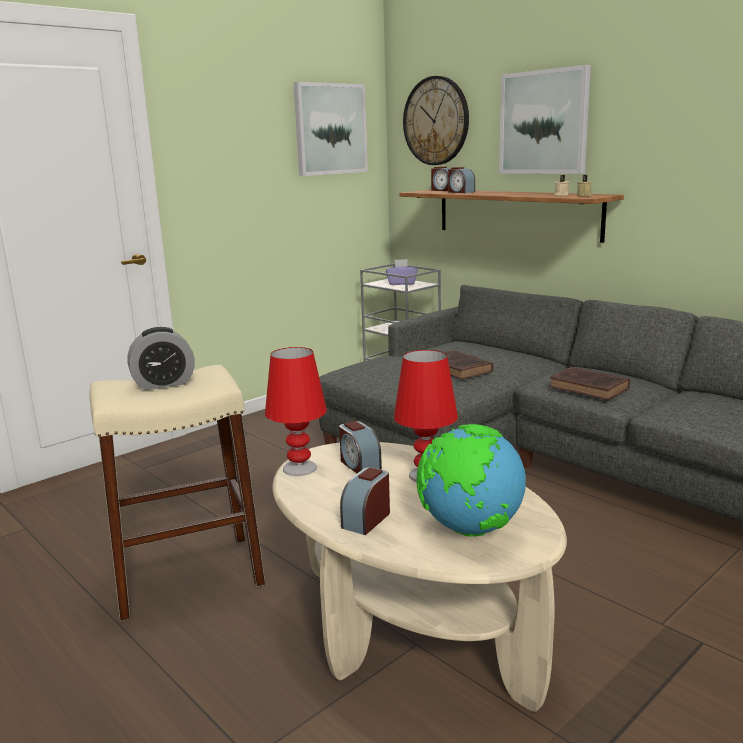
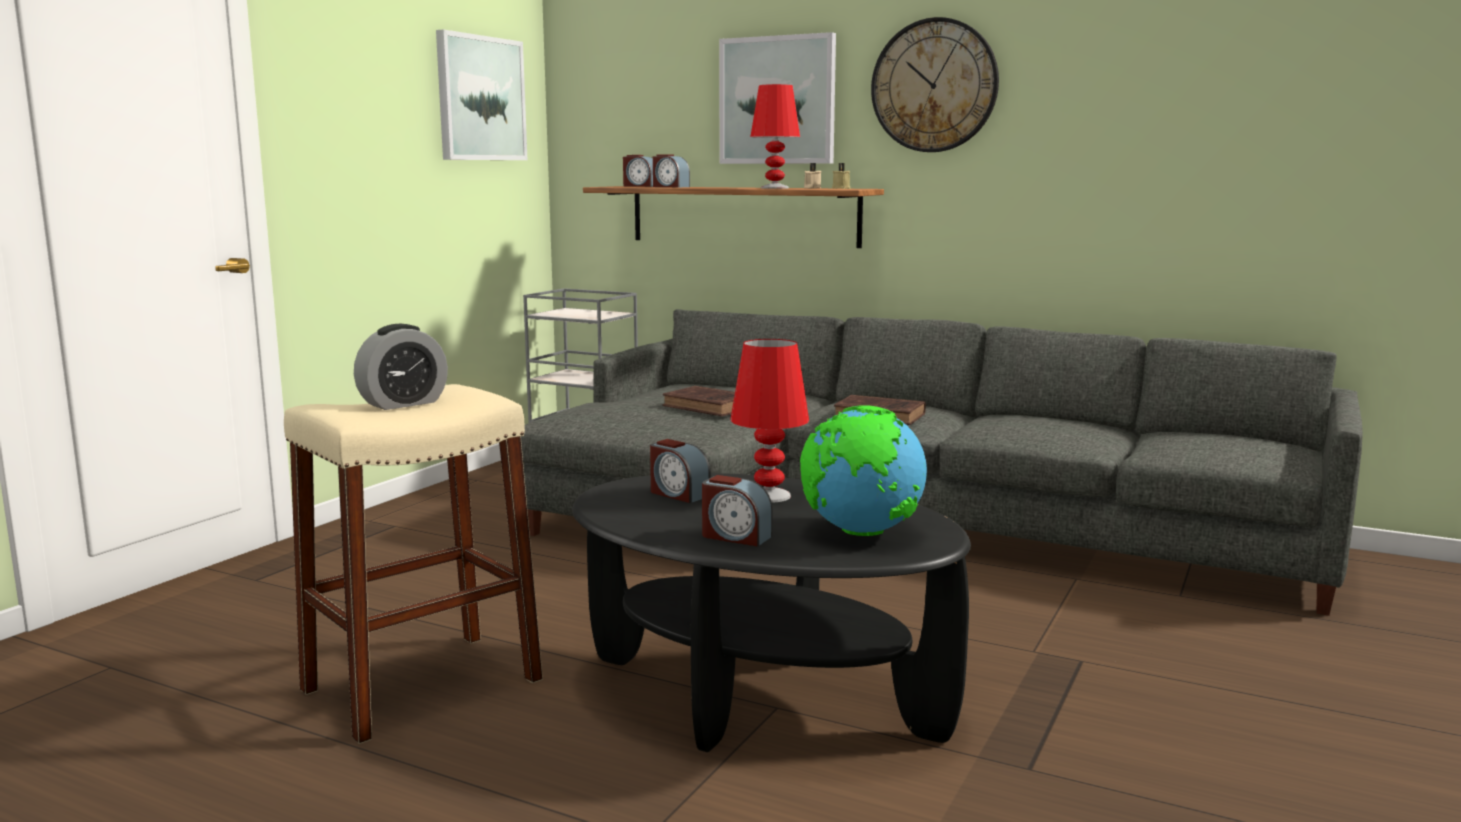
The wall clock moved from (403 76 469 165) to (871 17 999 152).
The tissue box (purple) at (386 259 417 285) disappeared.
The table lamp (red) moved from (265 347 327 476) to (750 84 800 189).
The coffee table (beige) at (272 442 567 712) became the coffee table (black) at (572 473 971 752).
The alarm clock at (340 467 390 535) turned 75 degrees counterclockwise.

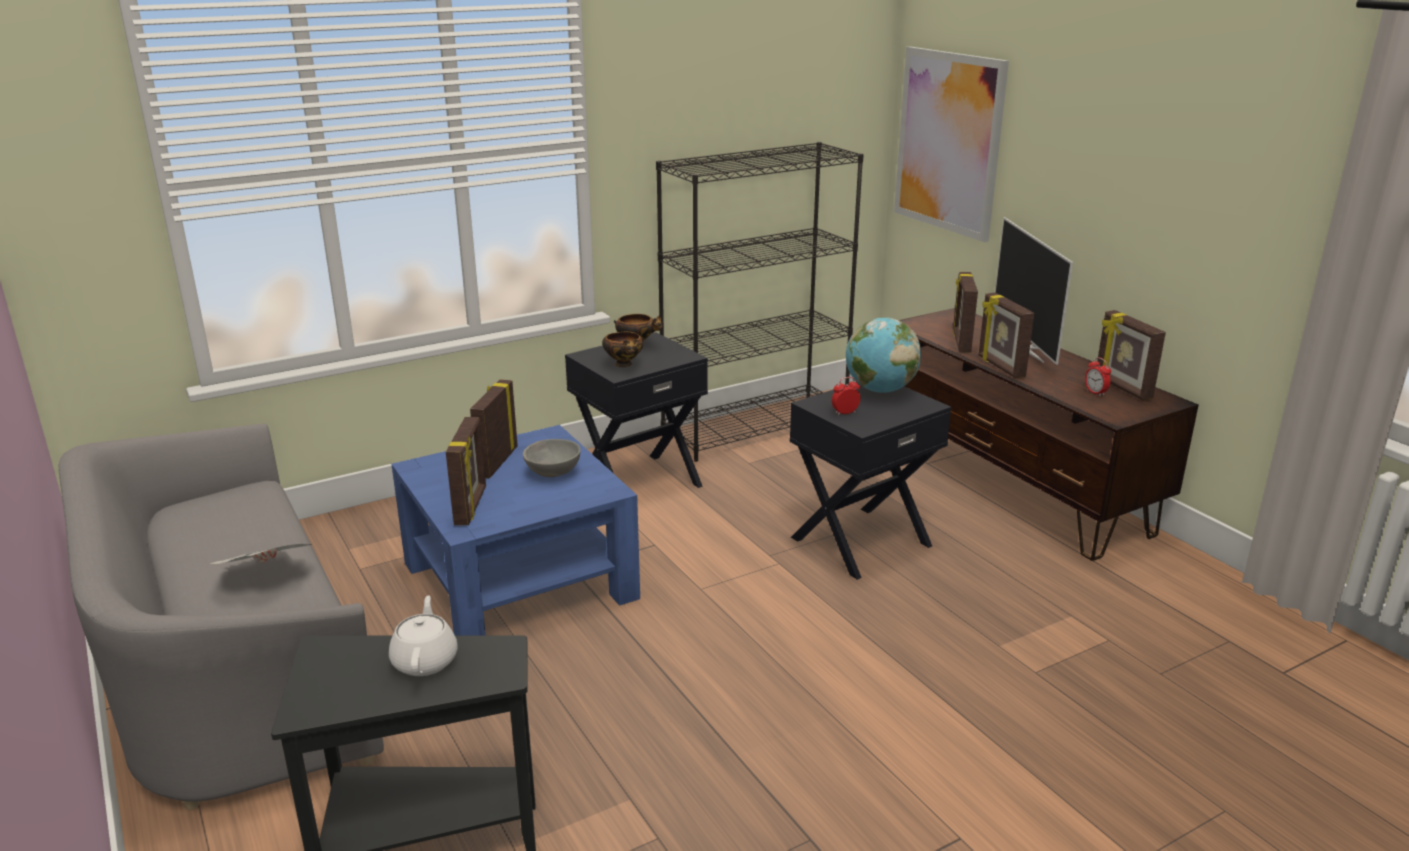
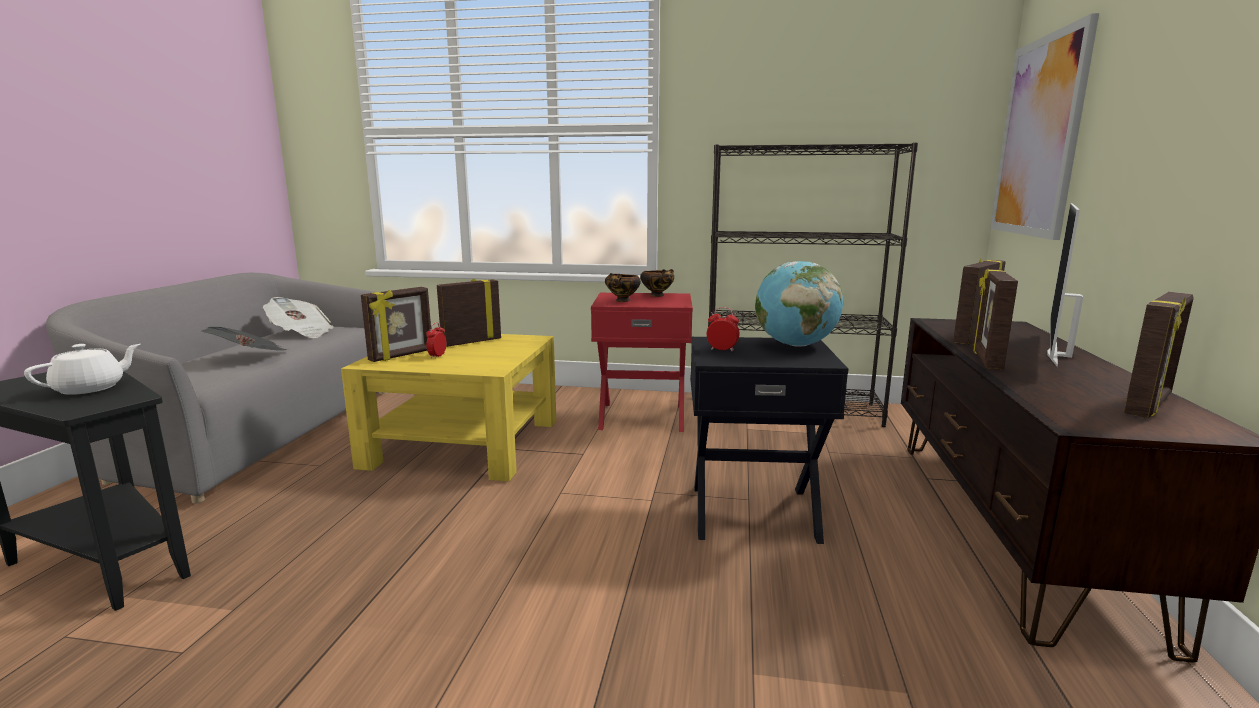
The picture frame at (1097 310 1166 401) turned 150 degrees counterclockwise.
The side table (black) at (565 332 708 488) became the side table (red) at (591 293 693 432).
The alarm clock moved from (1085 357 1111 396) to (426 322 447 359).
The coffee table (blue) at (391 425 640 636) became the coffee table (yellow) at (341 334 556 482).
The bowl (grey) at (523 439 581 477) disappeared.
The newspaper at (263 297 334 338) appeared.

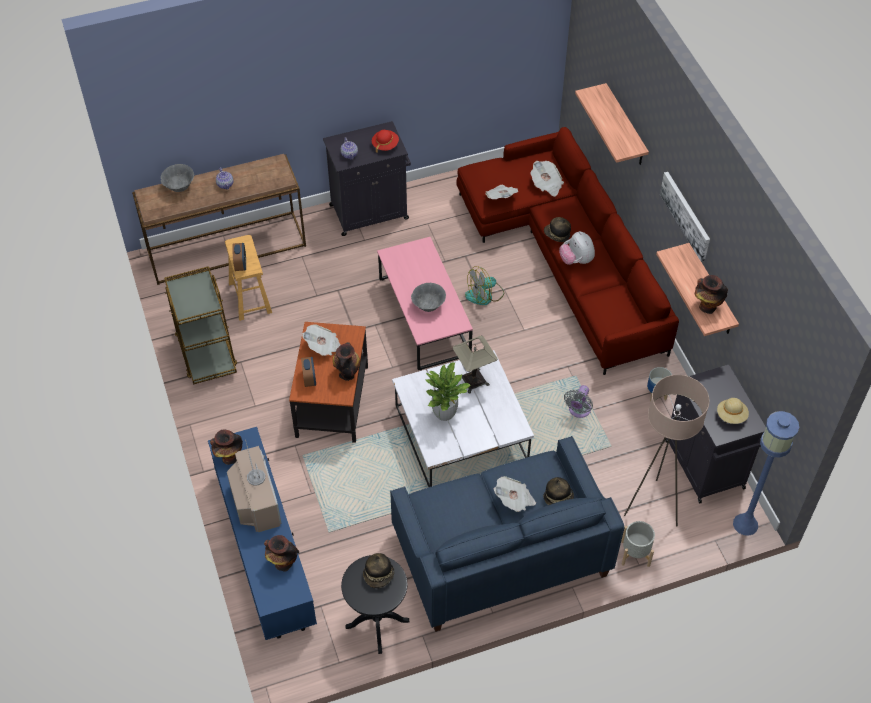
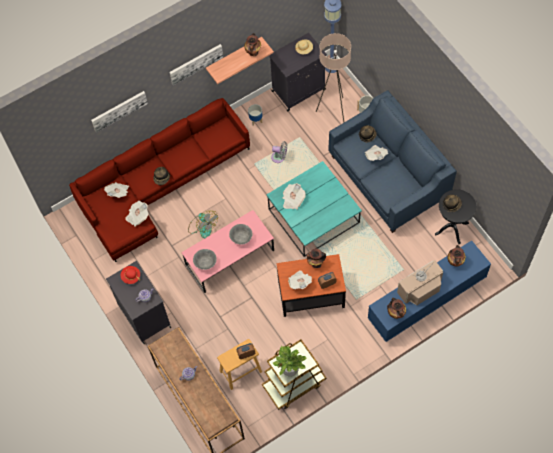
The shelf at (575 83 649 165) was replaced by the picture at (91 91 148 132).
The bowl (grey) moved from (161 164 194 192) to (193 249 217 270).
The plush toy at (559 231 595 265) disappeared.
The table lamp at (453 336 498 394) was replaced by the newspaper at (283 183 306 210).
The coffee table (white) at (392 350 534 487) became the coffee table (turquoise) at (267 161 362 257).
The potted plant moved from (425 362 471 421) to (273 346 307 377).

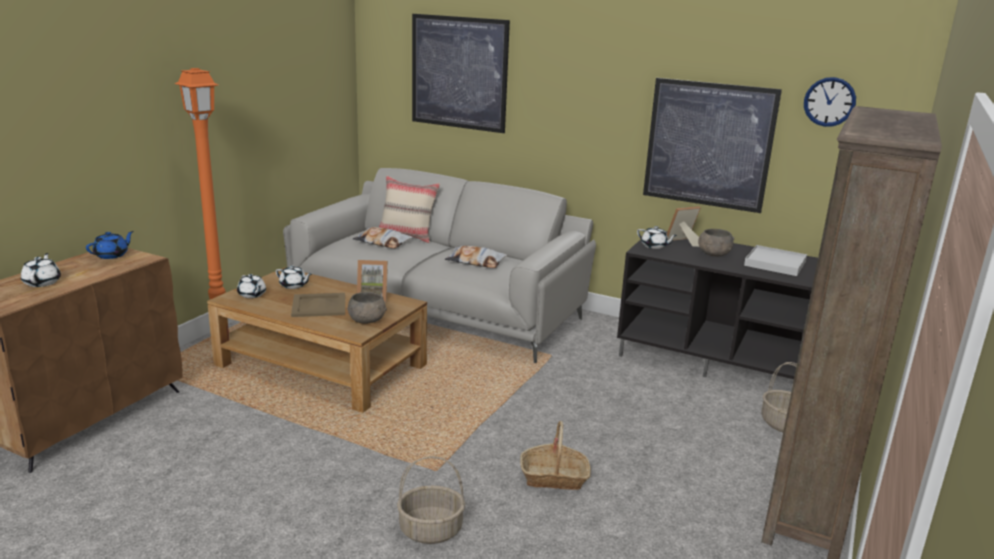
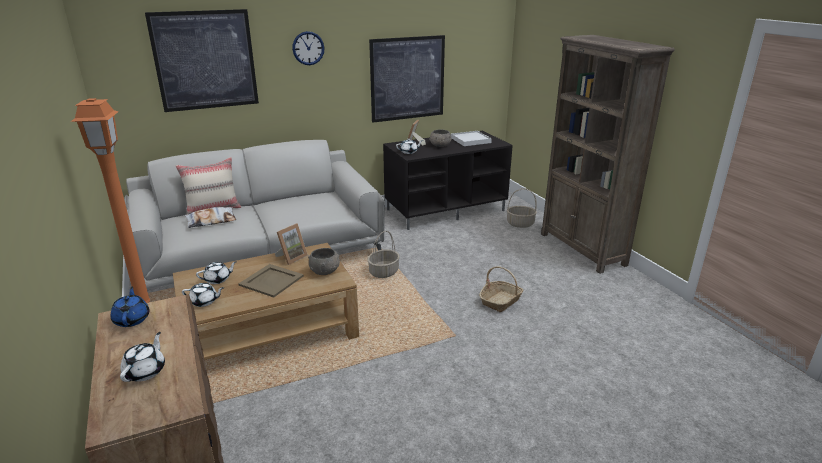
The wall clock moved from (804 77 856 127) to (292 31 324 65).
The pillow at (445 246 507 268) disappeared.
The teapot (white) at (21 253 61 287) turned 75 degrees clockwise.
The basket moved from (397 456 465 544) to (367 231 400 278).

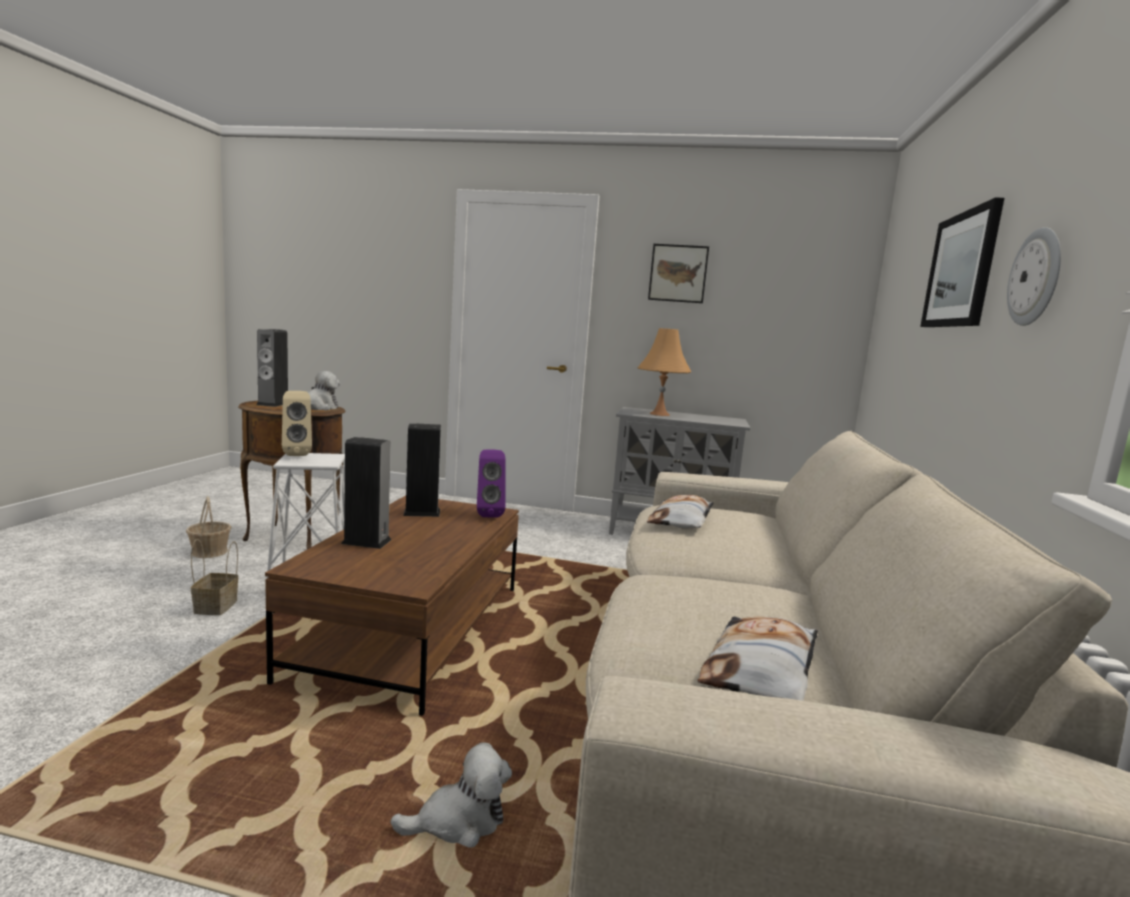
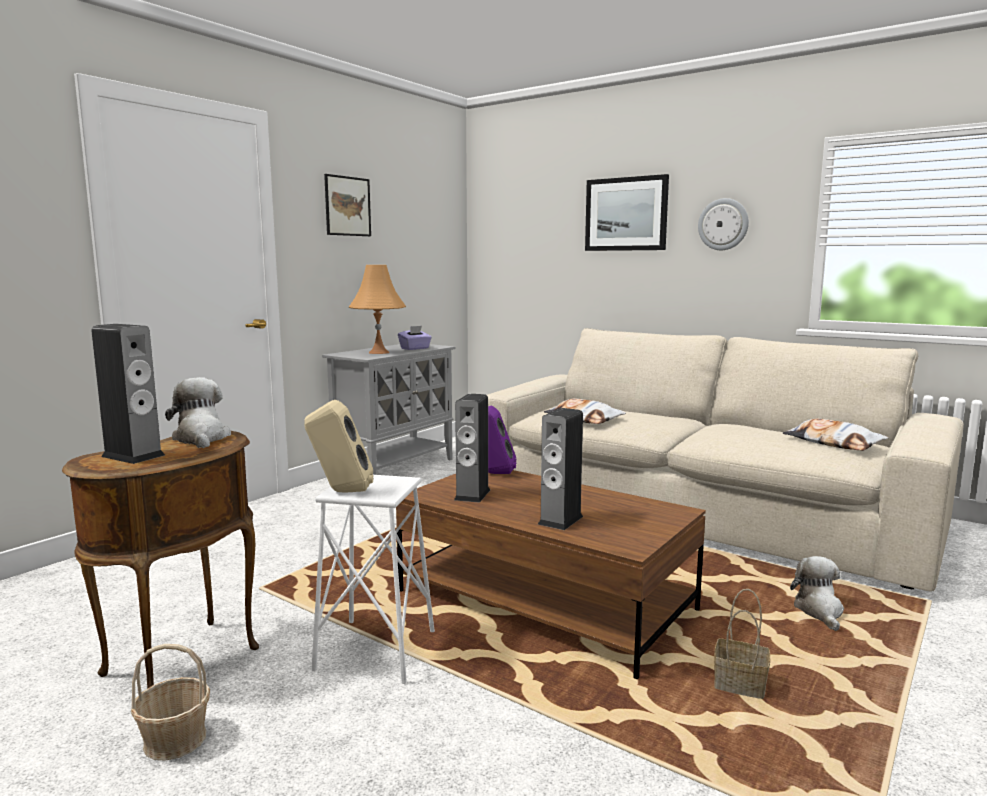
The basket moved from (191 539 238 615) to (714 589 770 699).
The tissue box (purple) at (398 326 432 350) appeared.

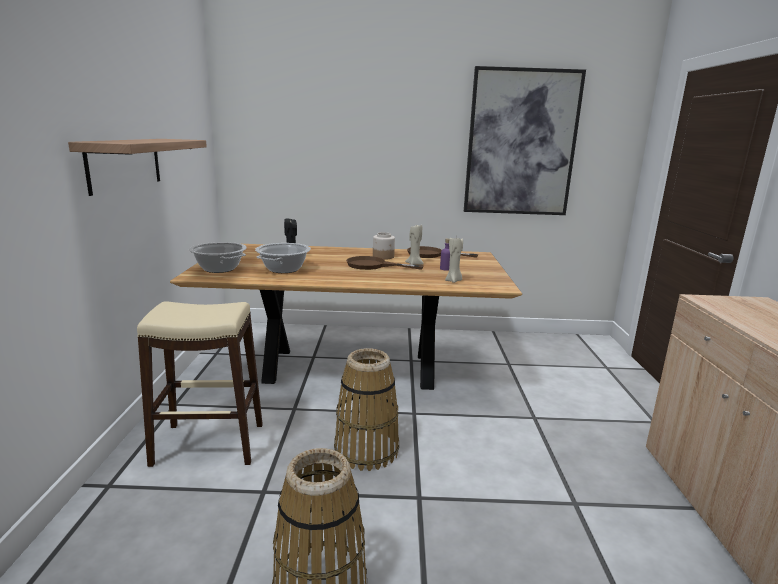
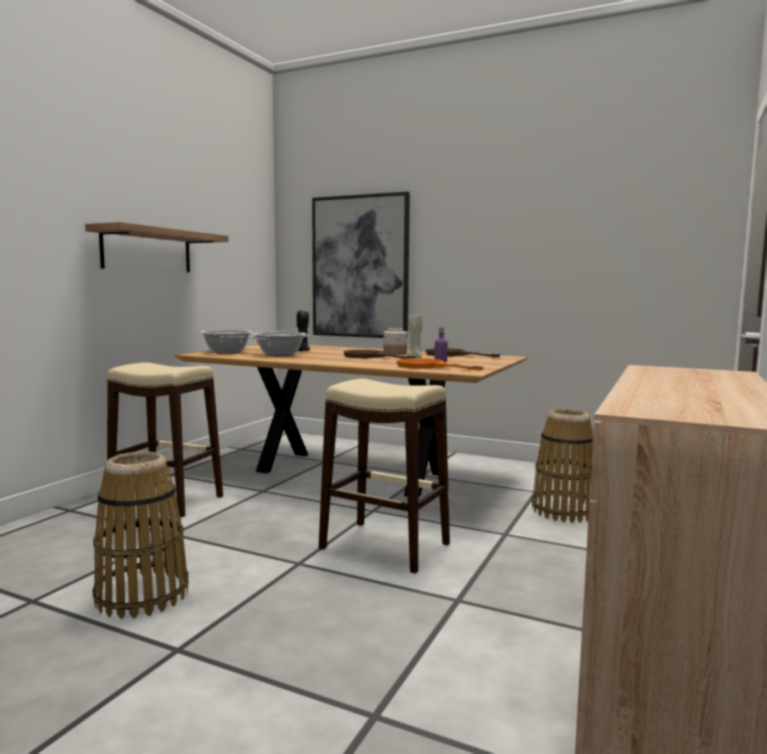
The picture moved from (464 66 586 215) to (312 192 410 339).
The candle (beige) at (445 236 463 283) was replaced by the frying pan (orange) at (396 358 483 371).
The basket moved from (334 348 399 471) to (532 409 593 523).
The stool (beige) at (319 379 450 573) appeared.

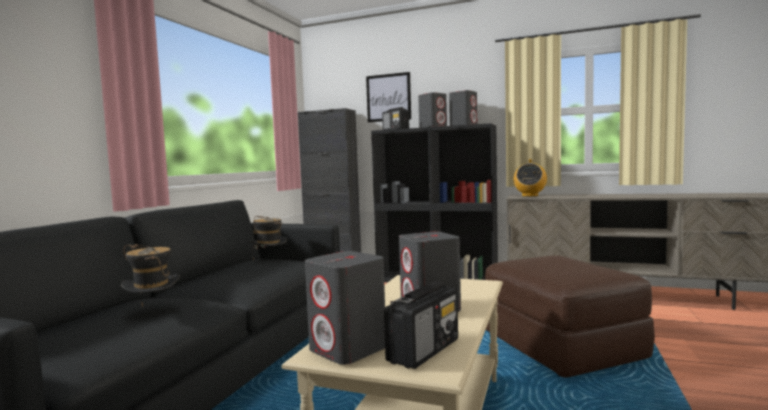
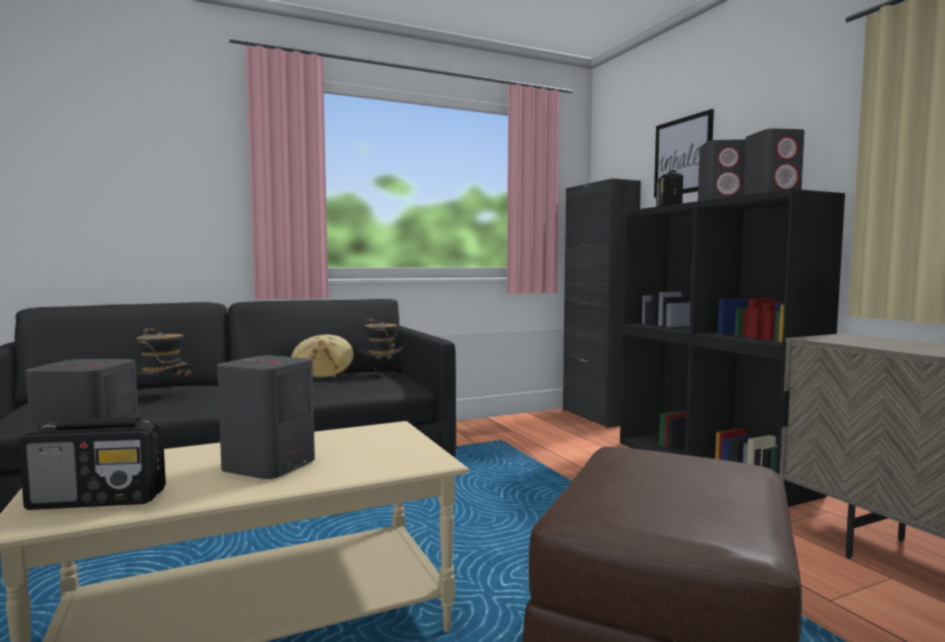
The radio at (513 159 547 197) disappeared.
The hat (beige) at (291 334 354 380) appeared.

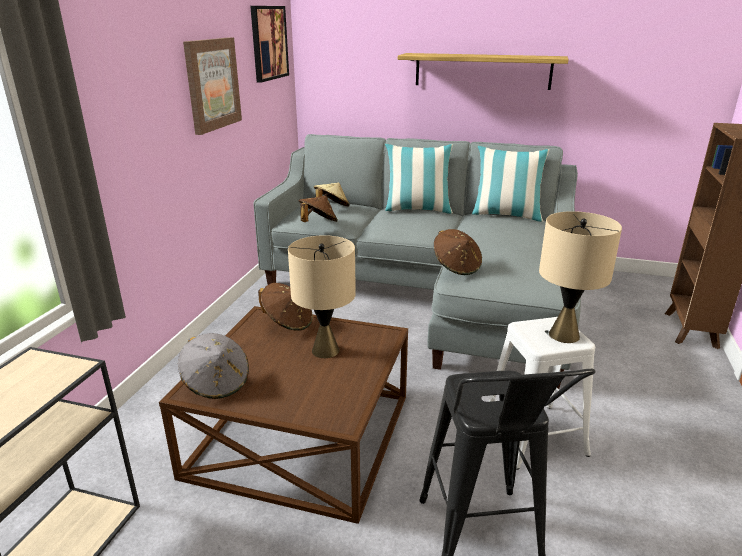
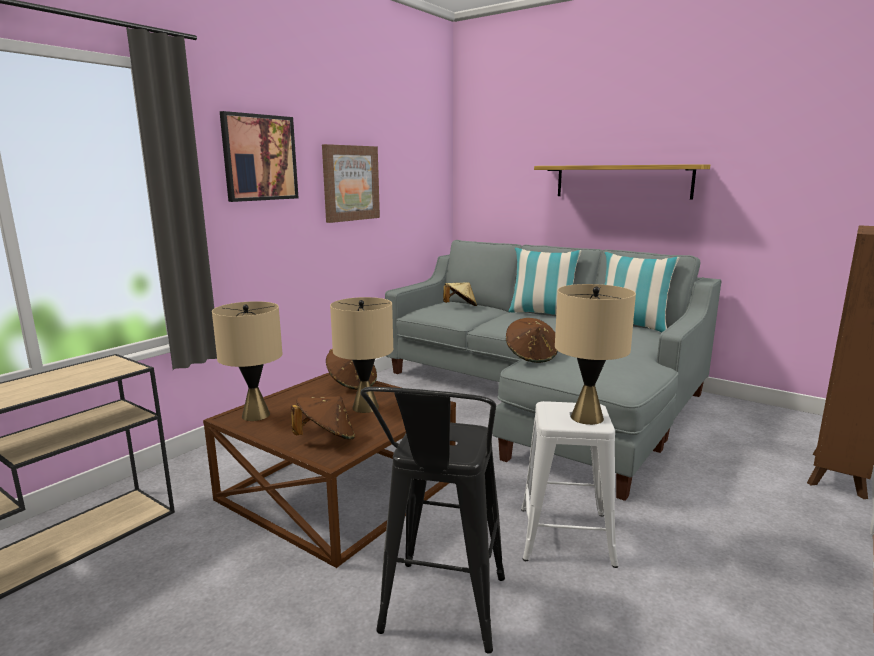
The picture moved from (250 6 289 83) to (220 111 299 202).
The hat (brown) moved from (299 196 338 222) to (291 396 355 439).
The hat (grey) at (178 333 249 399) was replaced by the table lamp (beige) at (212 301 282 421).

